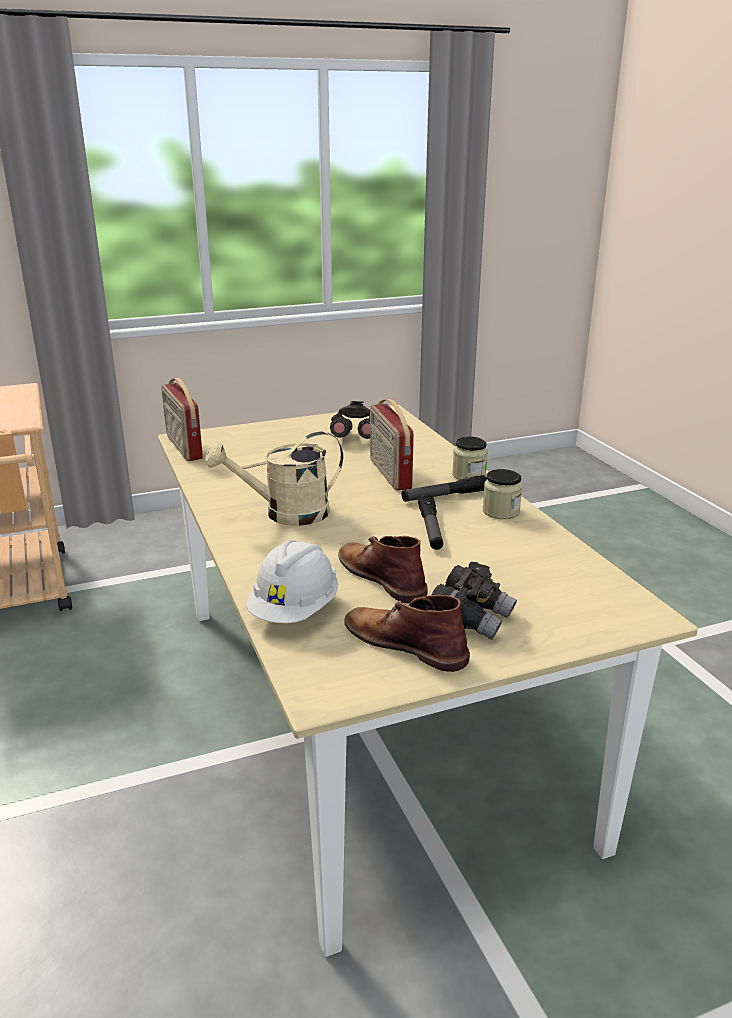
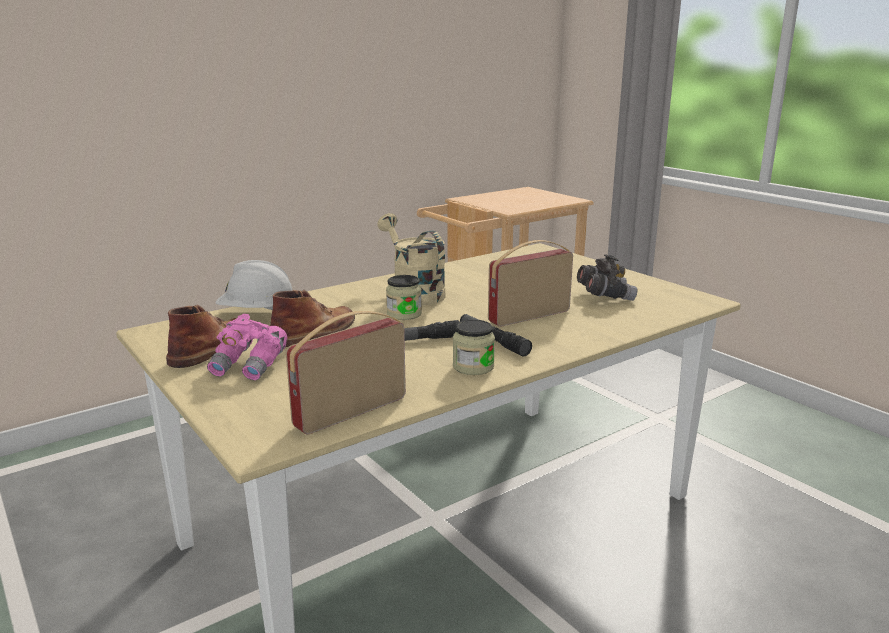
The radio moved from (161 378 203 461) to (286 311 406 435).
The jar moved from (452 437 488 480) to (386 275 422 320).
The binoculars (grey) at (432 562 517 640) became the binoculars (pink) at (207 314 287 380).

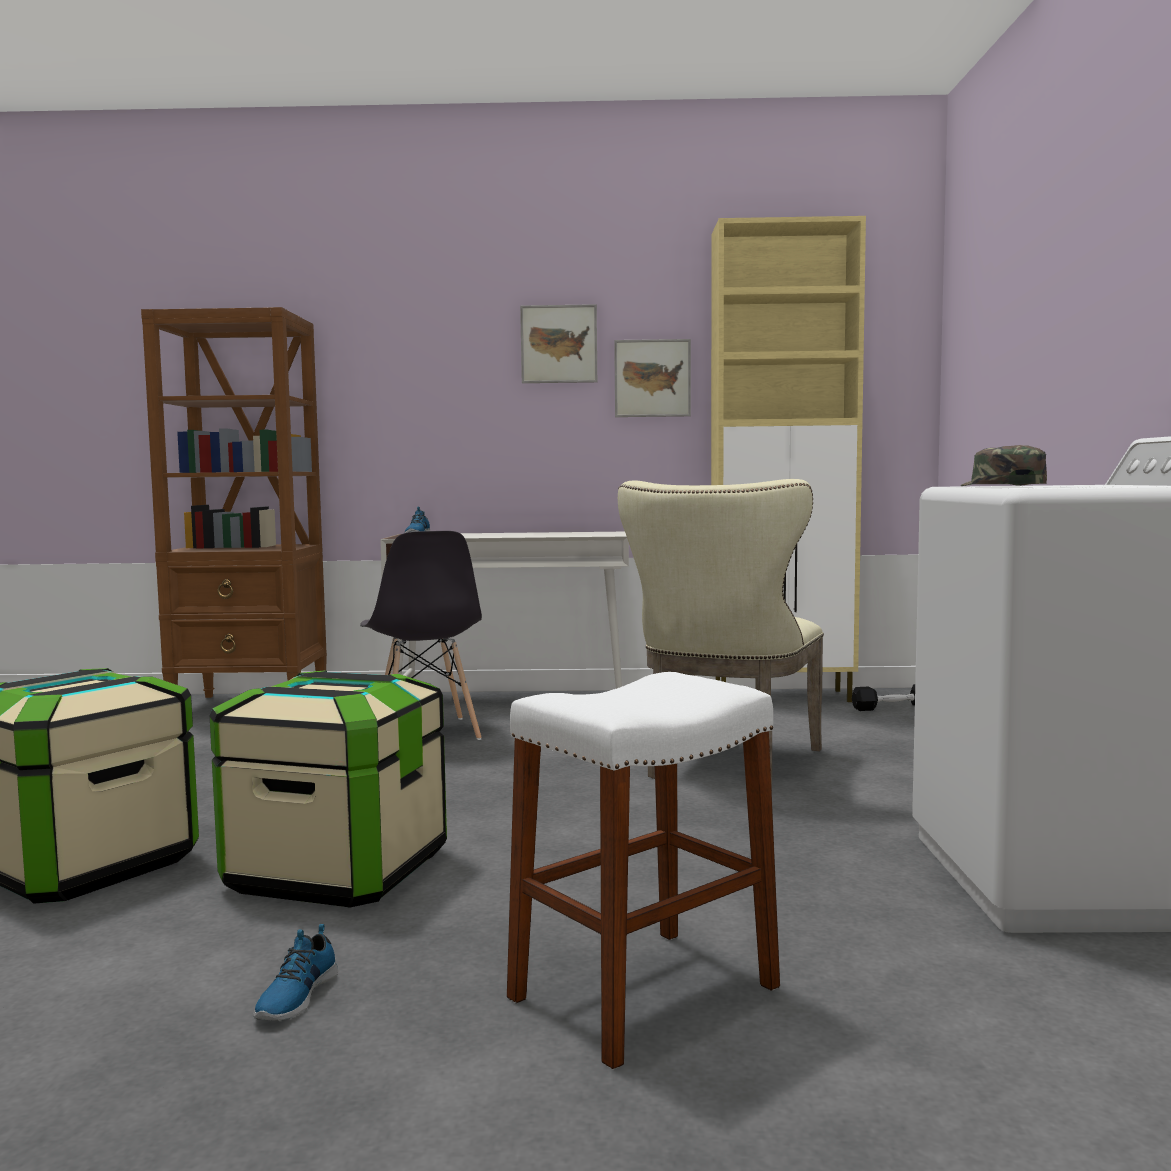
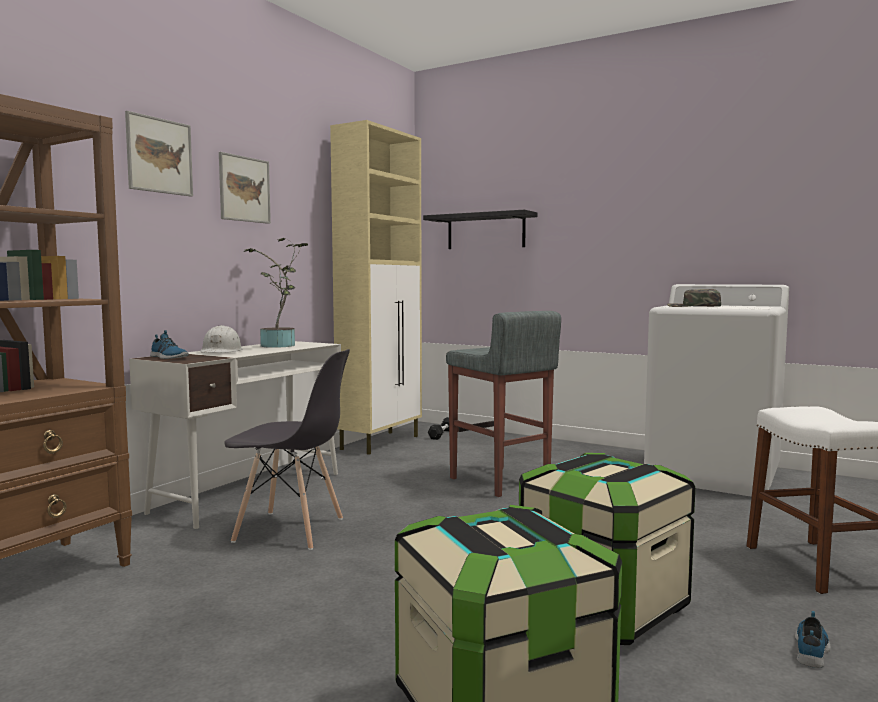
The picture moved from (614 339 691 417) to (125 111 193 197).
The chair (beige) at (618 479 824 788) was replaced by the stool (grey) at (446 311 561 497).
The shoe at (253 924 338 1021) turned 105 degrees counterclockwise.
The shelf (black) at (423 210 537 249) appeared.
The potted plant at (244 238 308 348) appeared.
The hard hat (white) at (200 325 243 353) appeared.

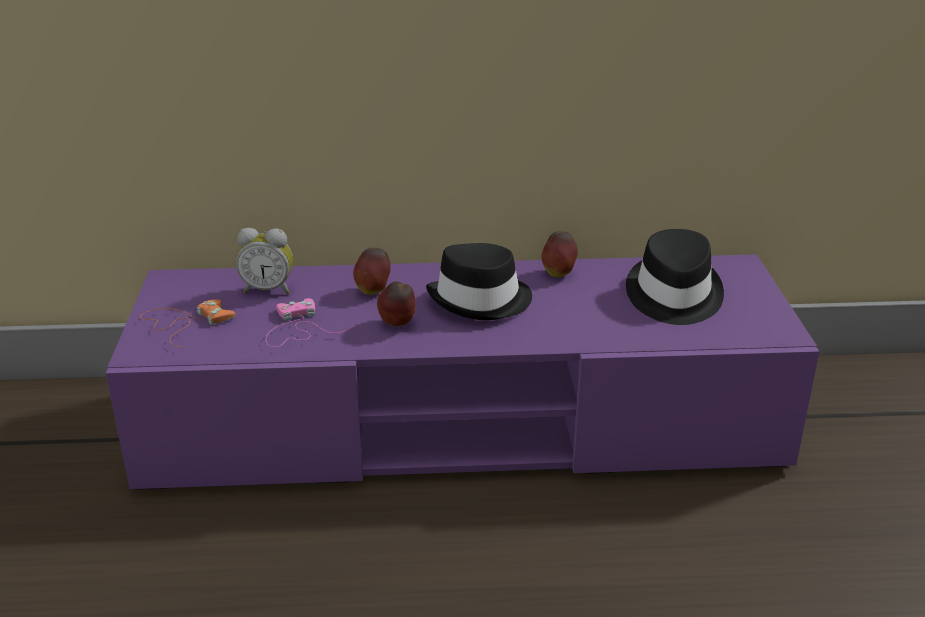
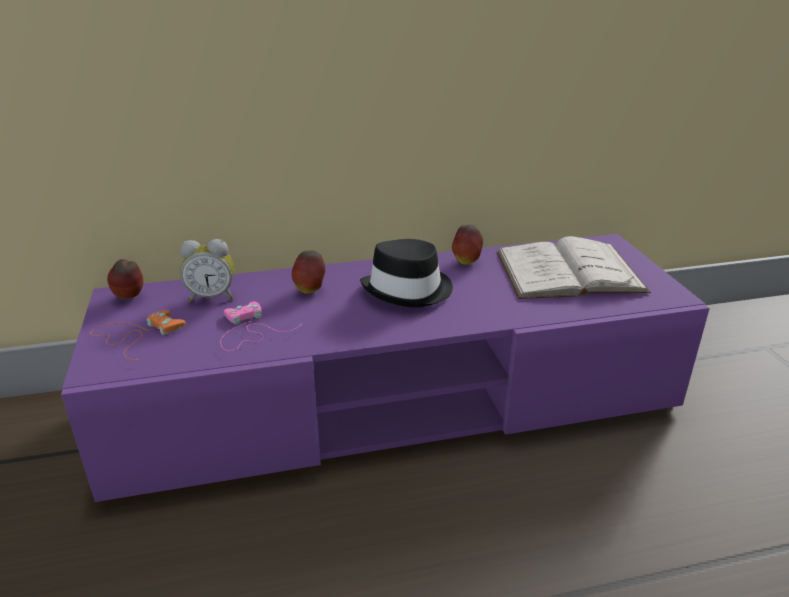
The hat (black) at (626 229 724 325) was replaced by the book (white) at (496 236 651 299).
The apple moved from (377 281 416 326) to (107 259 144 299).

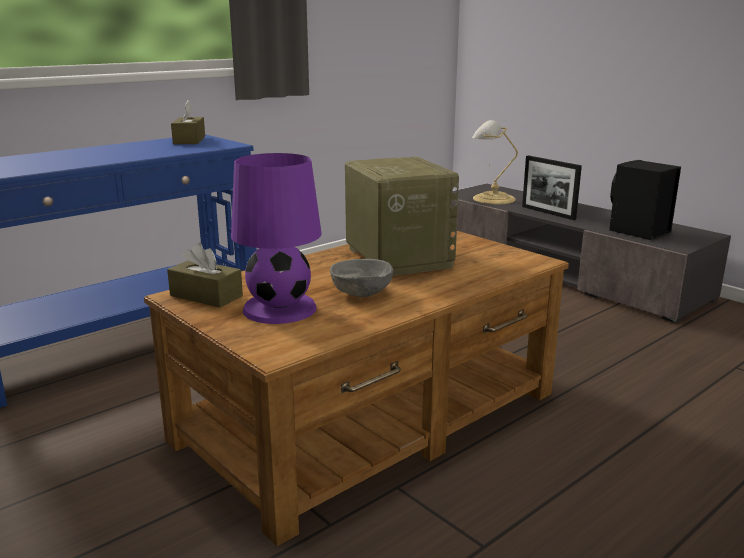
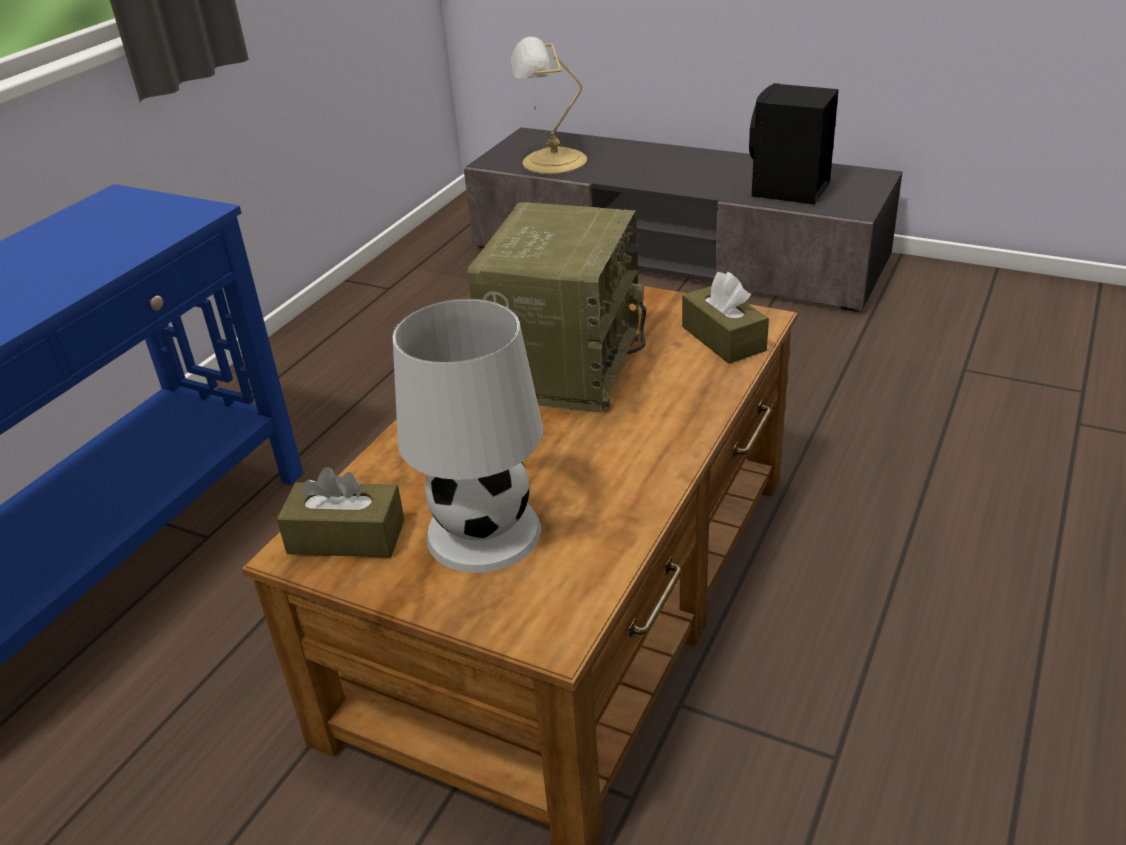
The tissue box (brown) moved from (171 100 205 144) to (682 272 769 364).
The table lamp (purple) at (231 153 322 324) became the table lamp (white) at (393 299 543 573).
The picture frame at (522 155 582 220) disappeared.
The radio at (345 157 459 276) turned 60 degrees clockwise.
The bowl (grey) at (330 259 393 297) disappeared.

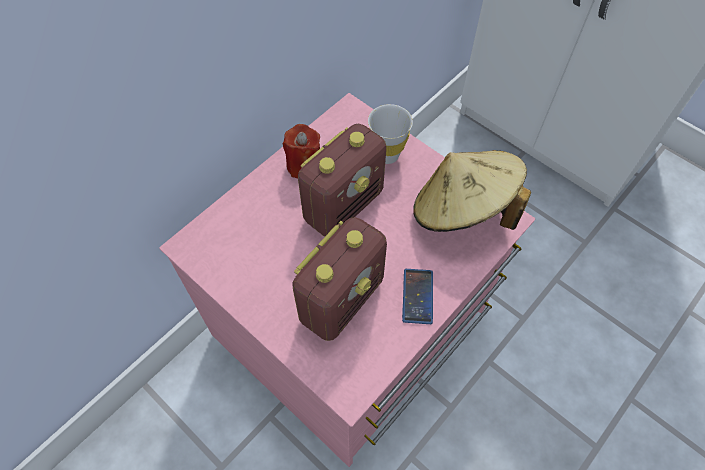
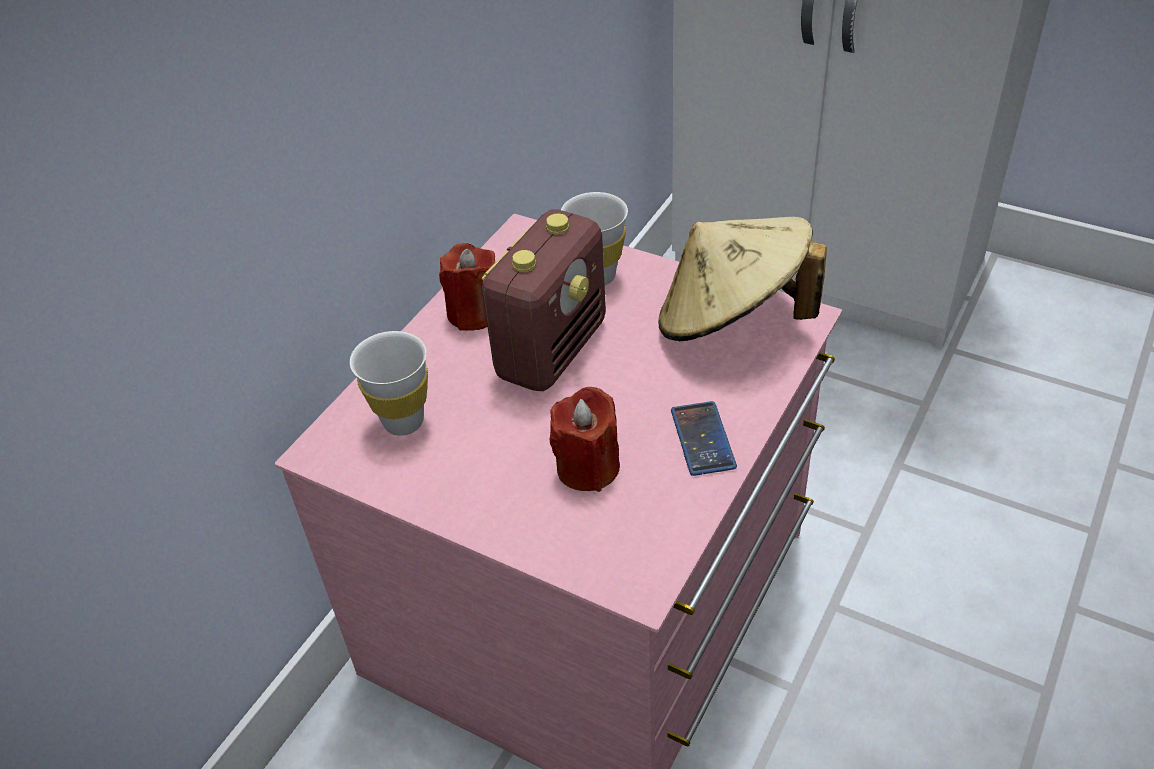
The radio at (292 217 387 341) was replaced by the candle (red) at (550 387 620 492).
The cup (white) at (350 331 428 436) appeared.

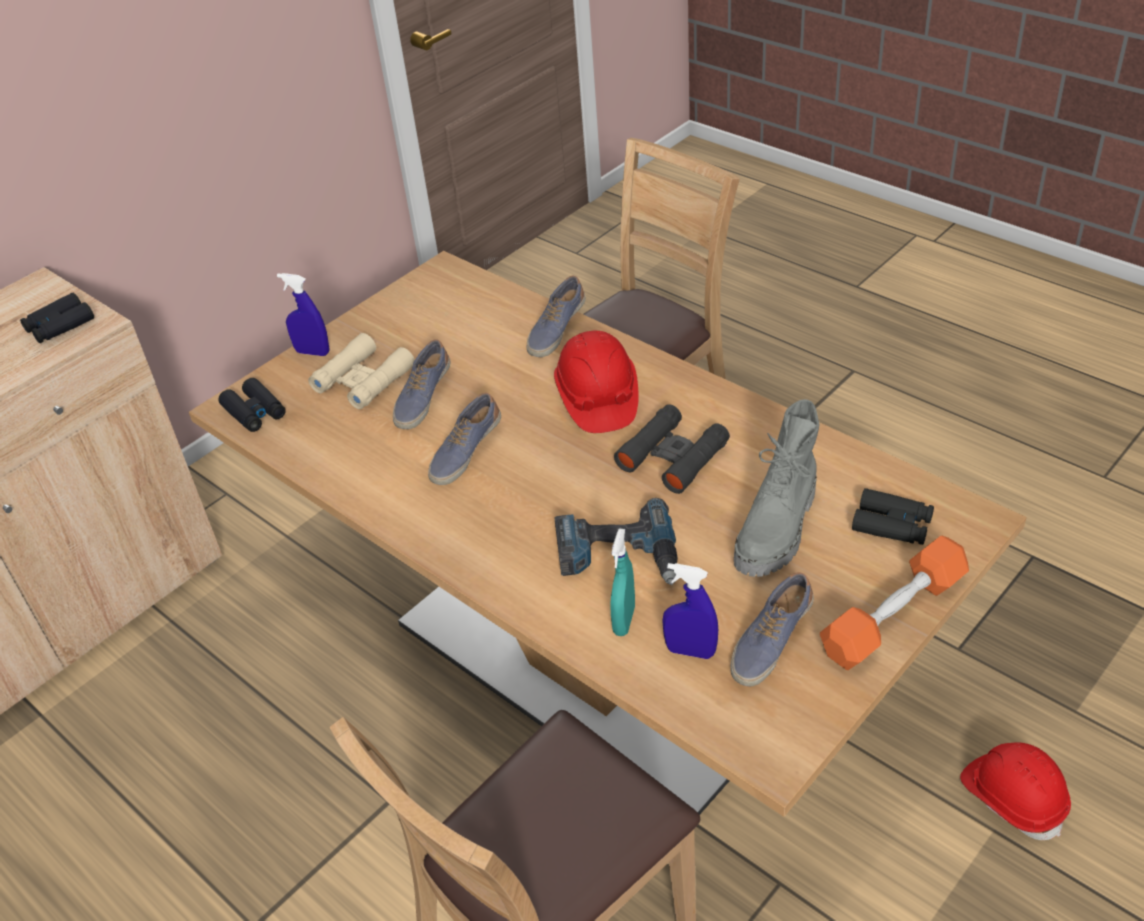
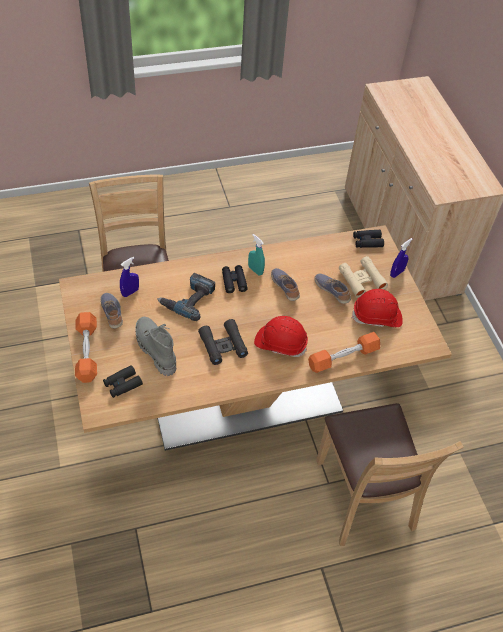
The shoe at (527 276 586 357) was replaced by the dumbbell (orange) at (308 332 380 373).
The binoculars (black) moved from (20 293 94 343) to (222 265 248 293).
The spray bottle (turquoise) moved from (610 528 635 636) to (248 234 265 275).
The hard hat (red) moved from (960 742 1071 840) to (351 289 403 327).

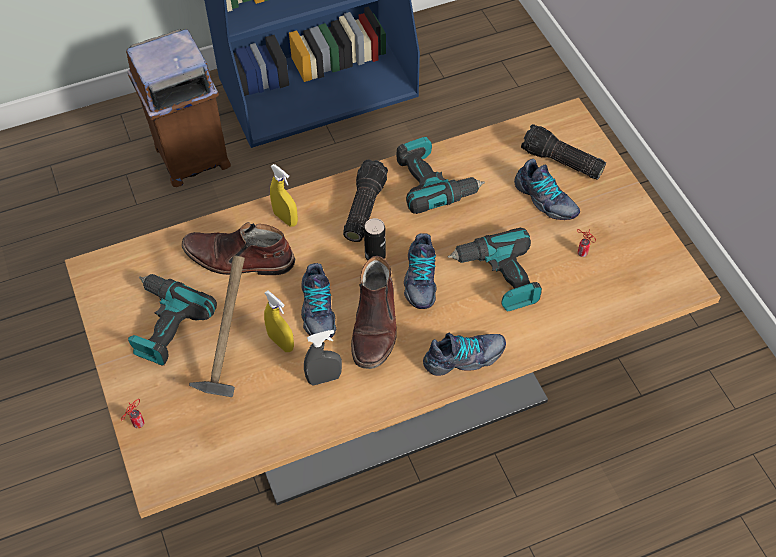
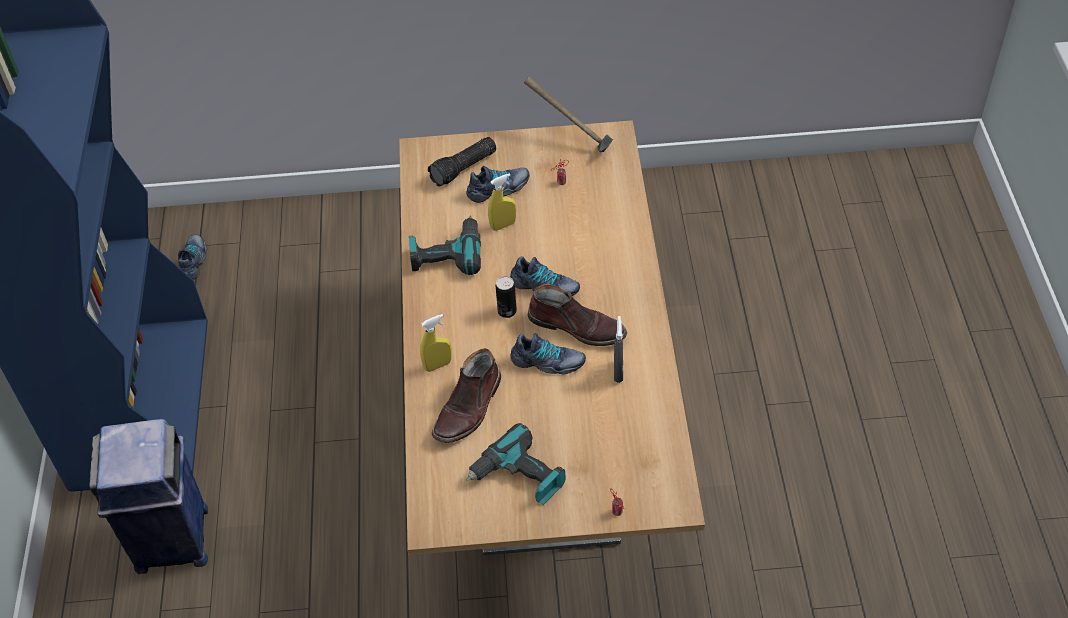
The trash can (brown) at (126 29 231 187) became the trash can (blue) at (89 419 208 574).
The flashlight at (343 159 388 242) disappeared.
The power drill at (448 228 542 312) disappeared.
The hammer moved from (189 256 245 397) to (524 77 613 152).
The spray bottle (yellow) moved from (264 290 294 352) to (488 173 516 231).
The shoe moved from (423 333 506 376) to (178 234 208 280).

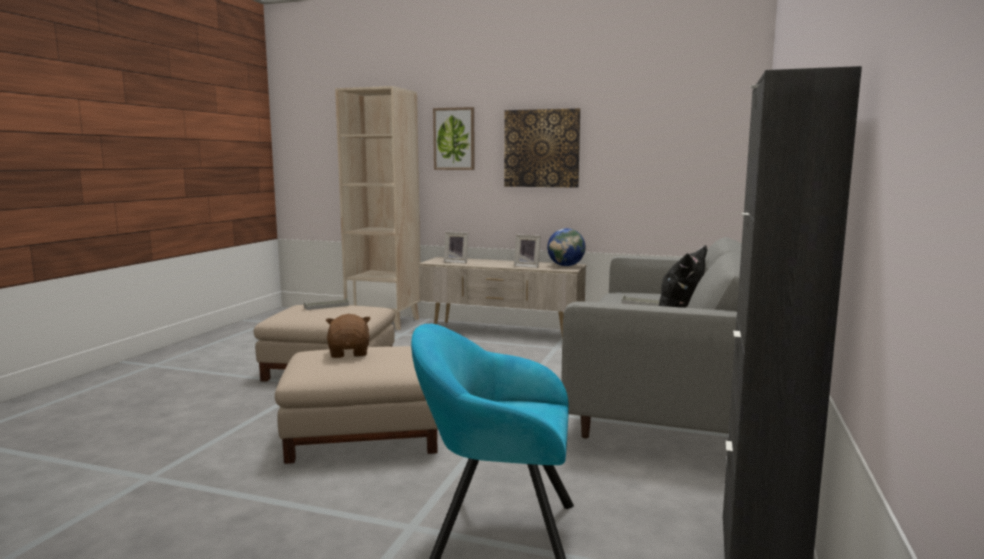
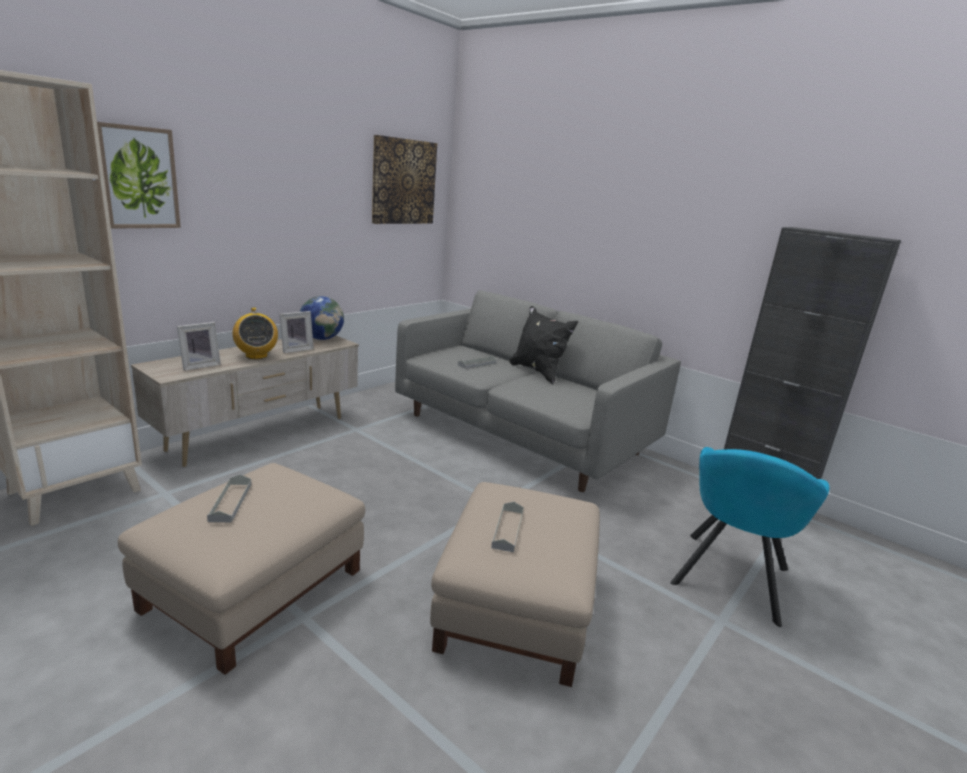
The picture moved from (504 108 580 188) to (372 135 437 224).
The plush toy (brown) at (326 314 371 358) was replaced by the tray (grey) at (491 502 524 552).
The radio at (233 308 278 359) appeared.

